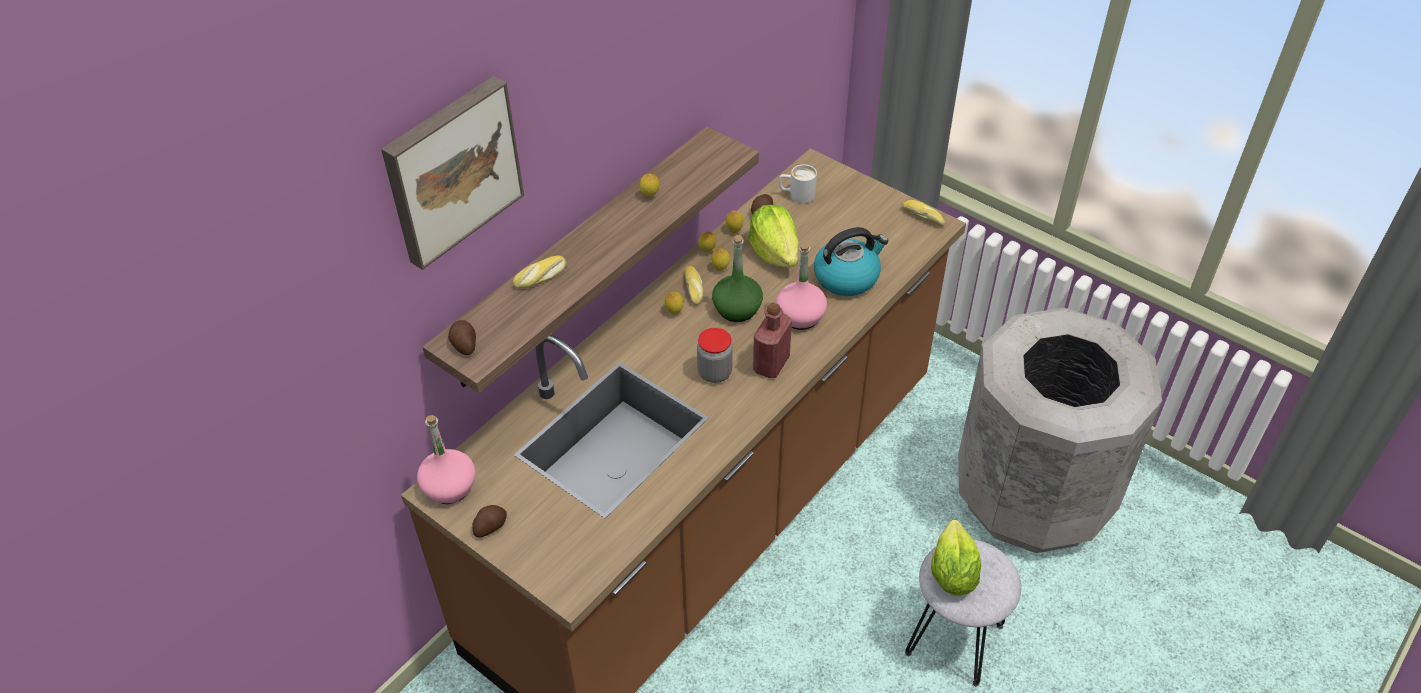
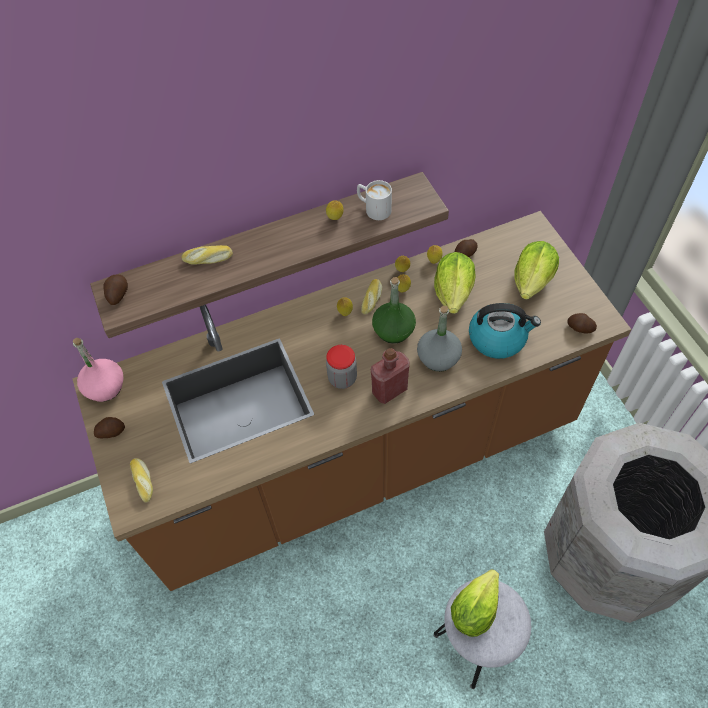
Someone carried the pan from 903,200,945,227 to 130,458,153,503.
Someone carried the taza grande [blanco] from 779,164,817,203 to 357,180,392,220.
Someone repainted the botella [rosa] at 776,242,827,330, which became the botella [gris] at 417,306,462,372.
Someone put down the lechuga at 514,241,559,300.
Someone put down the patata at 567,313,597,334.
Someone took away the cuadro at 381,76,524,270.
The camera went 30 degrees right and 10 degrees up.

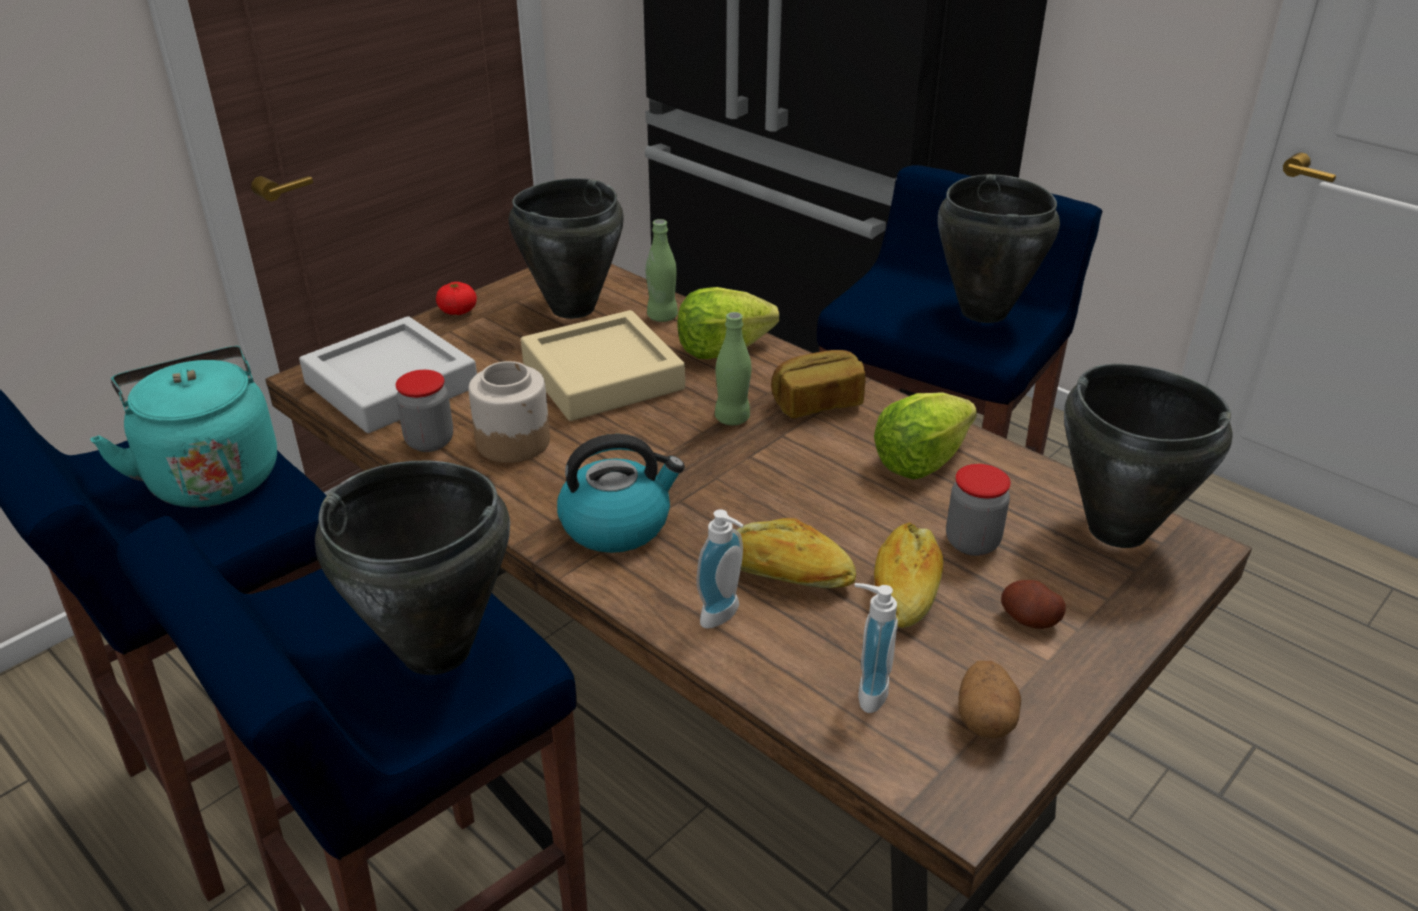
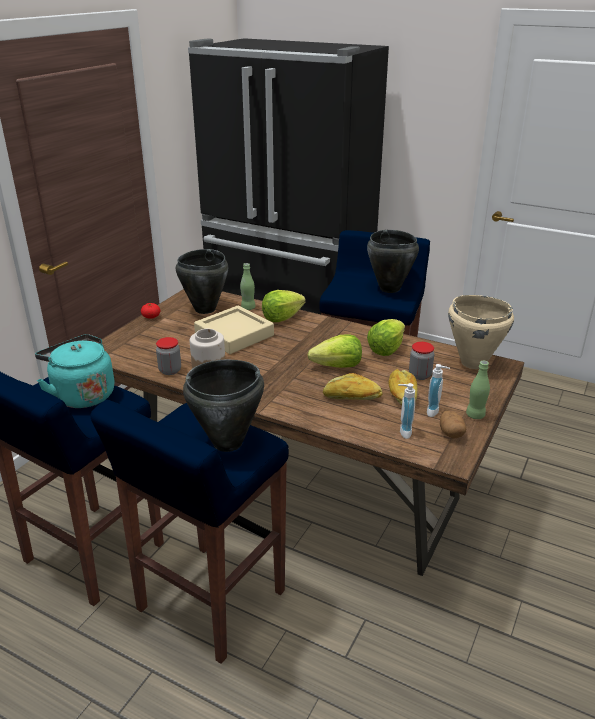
Someone put down the lechuga at 308,334,362,368.
Someone carried the dispensador de jabón from 696,509,743,629 to 427,364,450,417.
Someone repainted the olla [negro] at 1064,364,1233,548, which became the olla [beis] at 448,295,514,369.
Someone carried the botella [verde] from 715,312,751,425 to 466,361,490,419.
Someone took away the bandeja [gris] at 299,316,477,433.
Someone took away the hervidor at 557,434,685,553.
Someone took away the pan at 771,350,865,418.
Someone took away the patata at 1001,580,1066,629.
The camera went 15 degrees left and 5 degrees down.

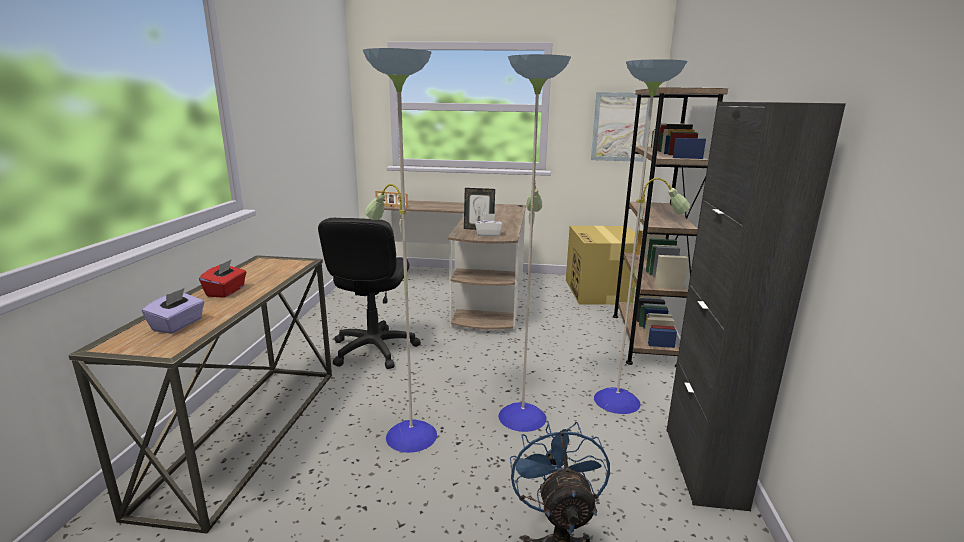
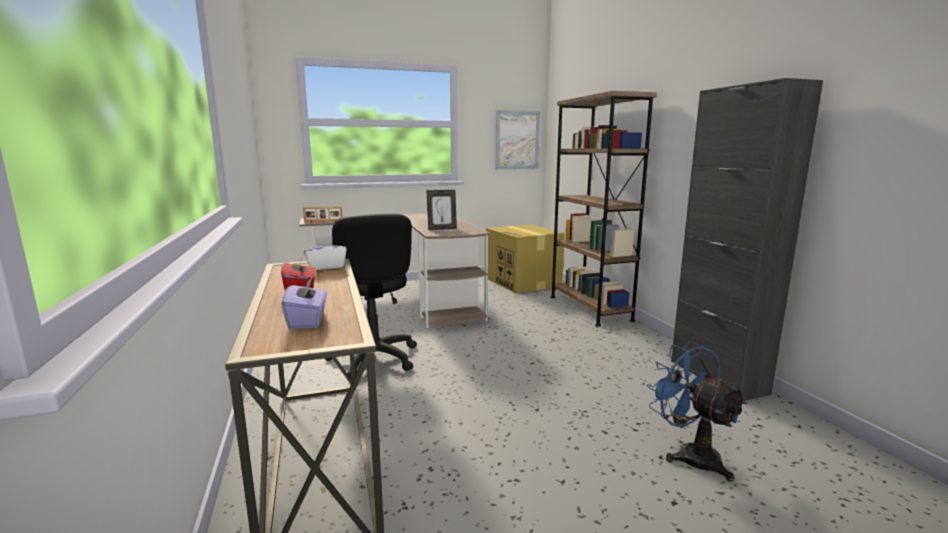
Someone carried the caja de pañuelos [blanco] from 475,213,503,236 to 304,236,347,270.
Someone took away the lámpara de pie at 363,48,690,453.
The camera went 25 degrees left and 5 degrees down.

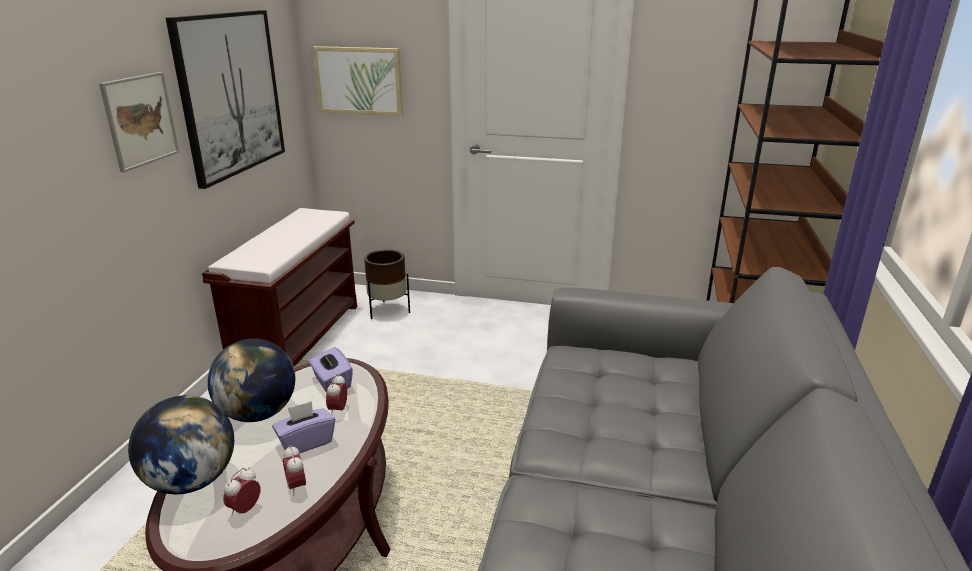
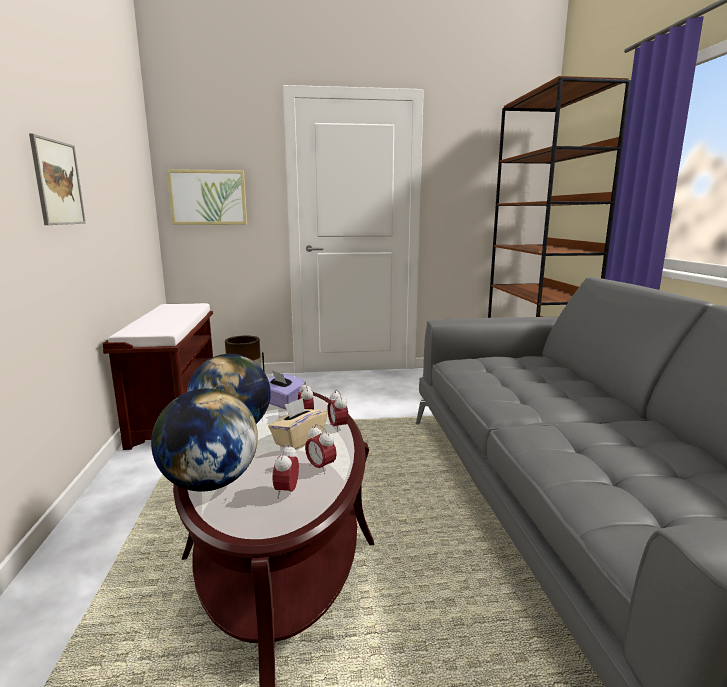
Someone repainted the caja de pañuelos [morado] at 272,401,335,454, which became the caja de pañuelos [beis] at 268,398,327,449.
Someone put down the despertador at 327,390,349,432.
Someone took away the cuadro at 166,10,285,189.
The camera went 20 degrees left and 10 degrees down.

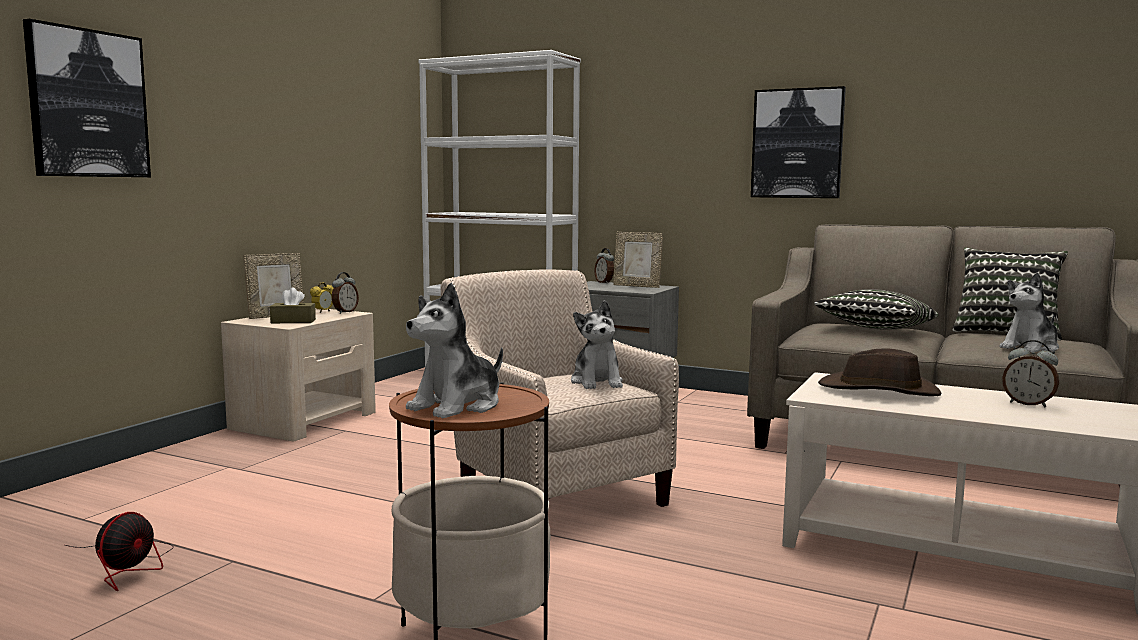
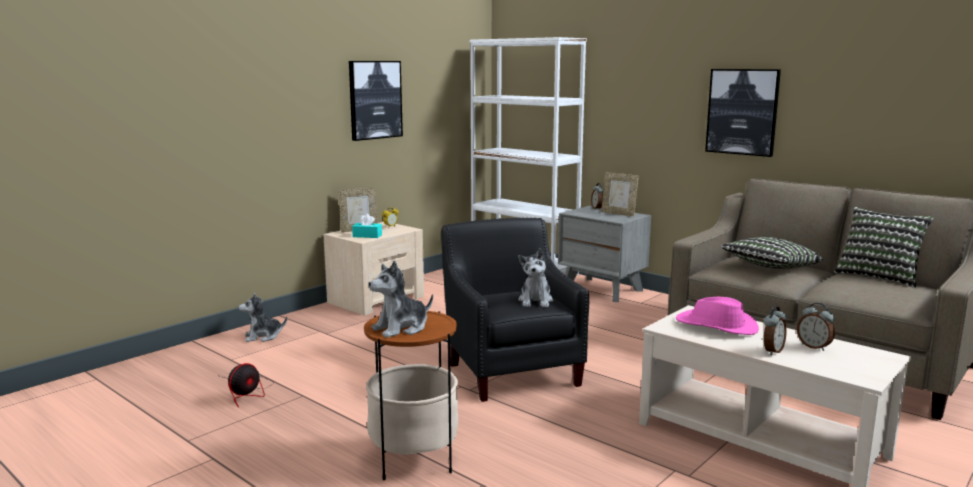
Someone carried the peluche from 999,272,1059,353 to 239,293,287,342.
Someone carried the cuadro from 23,19,151,177 to 349,61,403,141.
Someone repainted the caja de pañuelos [marrón] at 270,287,316,323, which became the caja de pañuelos [turquesa] at 352,214,382,238.
Someone repainted the sillón [beis] at 441,270,679,507, which became the sillón [negro] at 441,218,589,402.
Someone repainted the sombrero [marrón] at 818,349,941,396, which became the sombrero [rosa] at 676,297,759,335.
Someone carried the despertador from 332,272,359,314 to 764,306,787,355.
The camera went 15 degrees right and 5 degrees up.

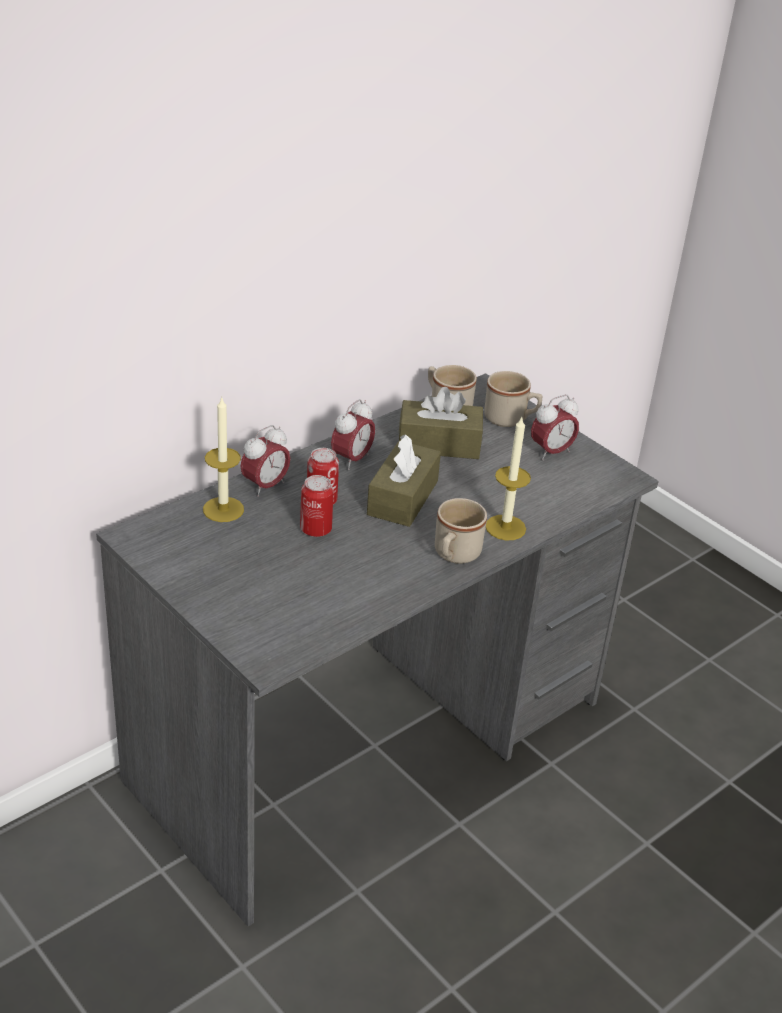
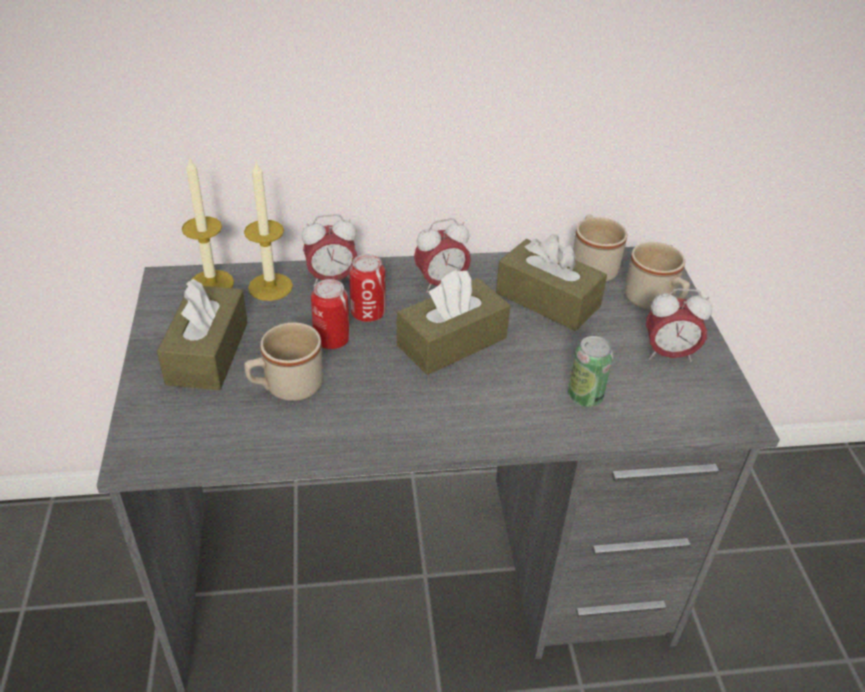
Someone put down the caja de pañuelos [marrón] at 157,279,248,390.
Someone carried the vela from 486,417,531,540 to 182,156,234,288.
Someone carried the taza grande [beis] from 435,498,487,564 to 245,323,323,401.
Someone put down the lata at 568,336,613,407.
The camera went 35 degrees right and 5 degrees up.

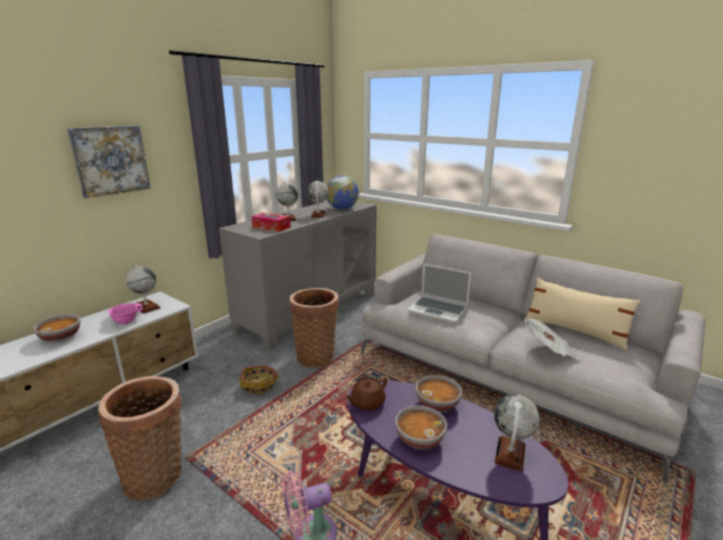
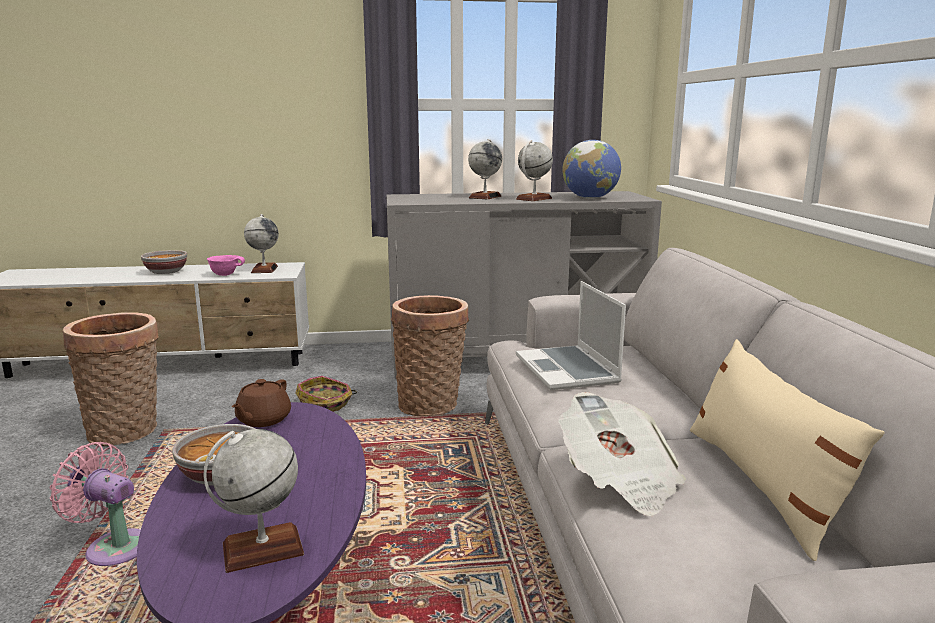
Someone rotated the tetera [marrón] at 345,378,387,411 by 75 degrees counterclockwise.
Someone took away the cuadro at 67,126,150,198.
Someone took away the caja de pañuelos at 251,213,291,232.
Someone took away the cuenco at 416,375,462,412.
The camera went 45 degrees right and 5 degrees down.

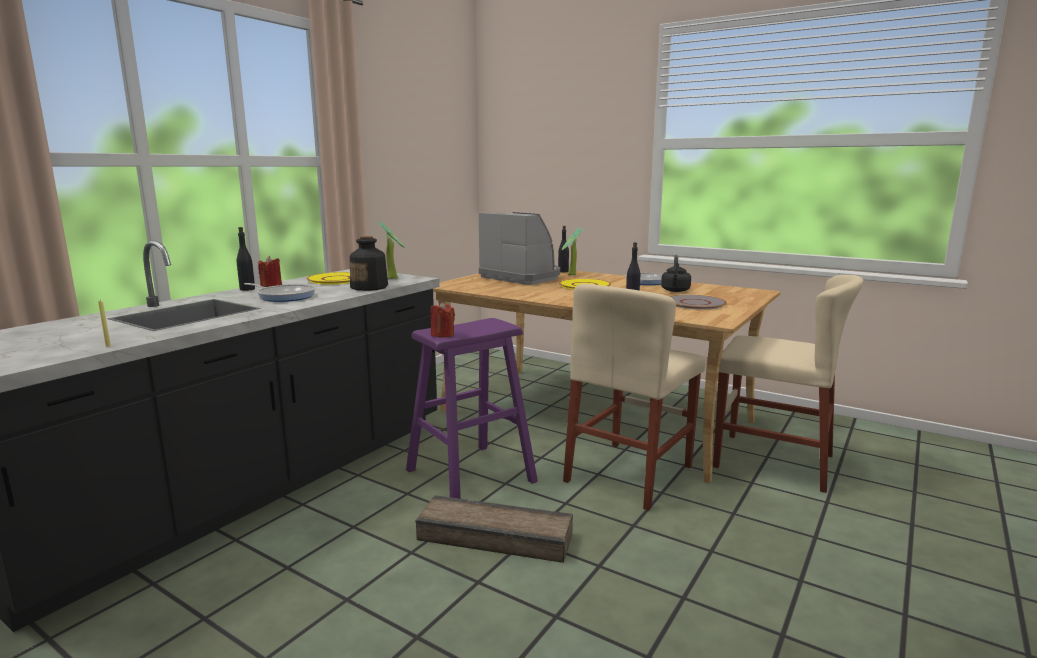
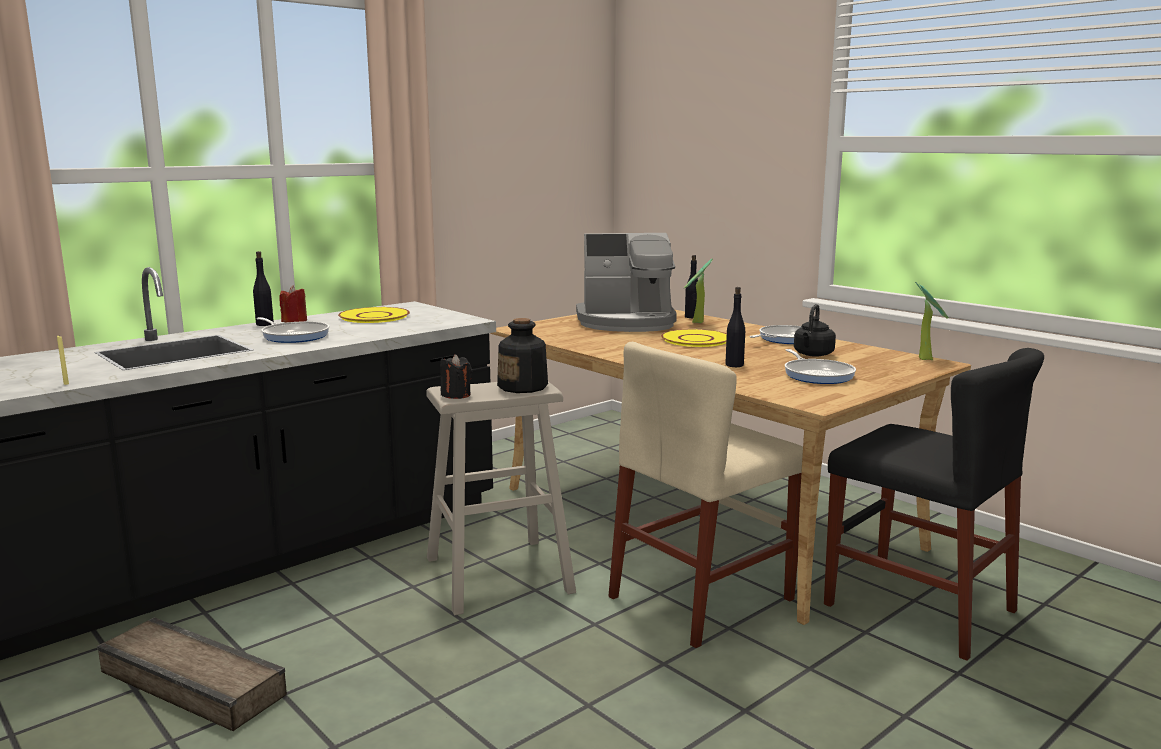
Someone carried the caja de embalaje from 415,495,573,563 to 97,617,287,731.
Someone repainted the taburete [morado] at 406,318,538,499, which became the taburete [beis] at 426,382,576,615.
Someone repainted the vela [rojo] at 431,302,455,338, which became the vela [negro] at 440,354,472,399.
Someone carried the botella from 350,236,388,291 to 497,318,548,393.
Someone rotated the cafetera at 479,212,560,285 by 120 degrees clockwise.
Someone swapped the plato [gris] at 670,295,727,310 for the sartén at 785,349,856,384.
Someone repainted the silla [beis] at 713,275,864,493, which became the silla [negro] at 824,348,1044,661.
Someone carried the planta en maceta from 378,221,405,279 to 915,282,949,360.
The camera went 15 degrees right and 0 degrees up.

